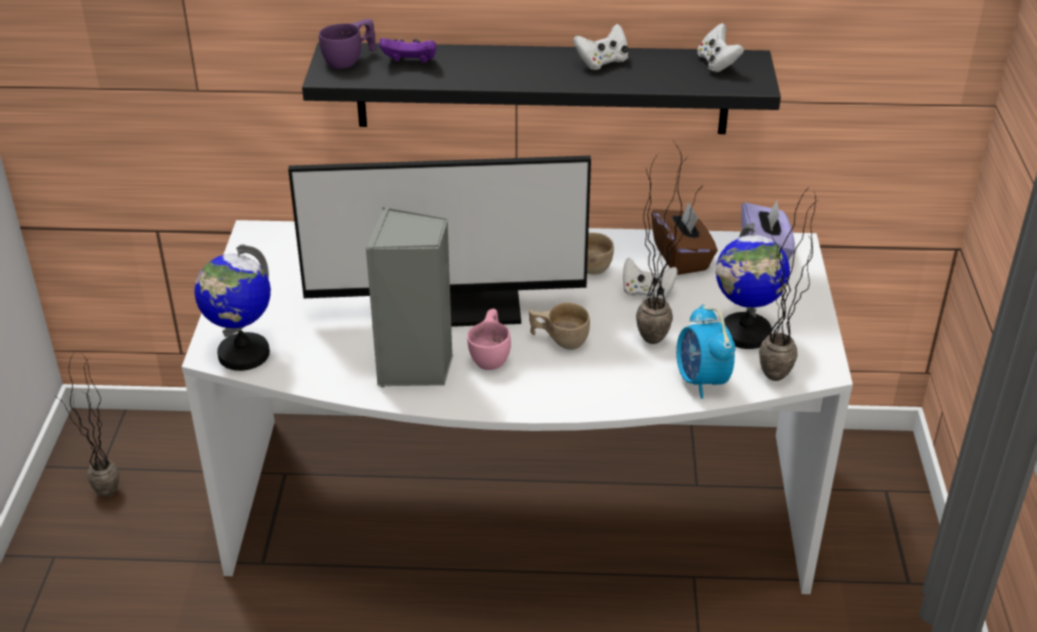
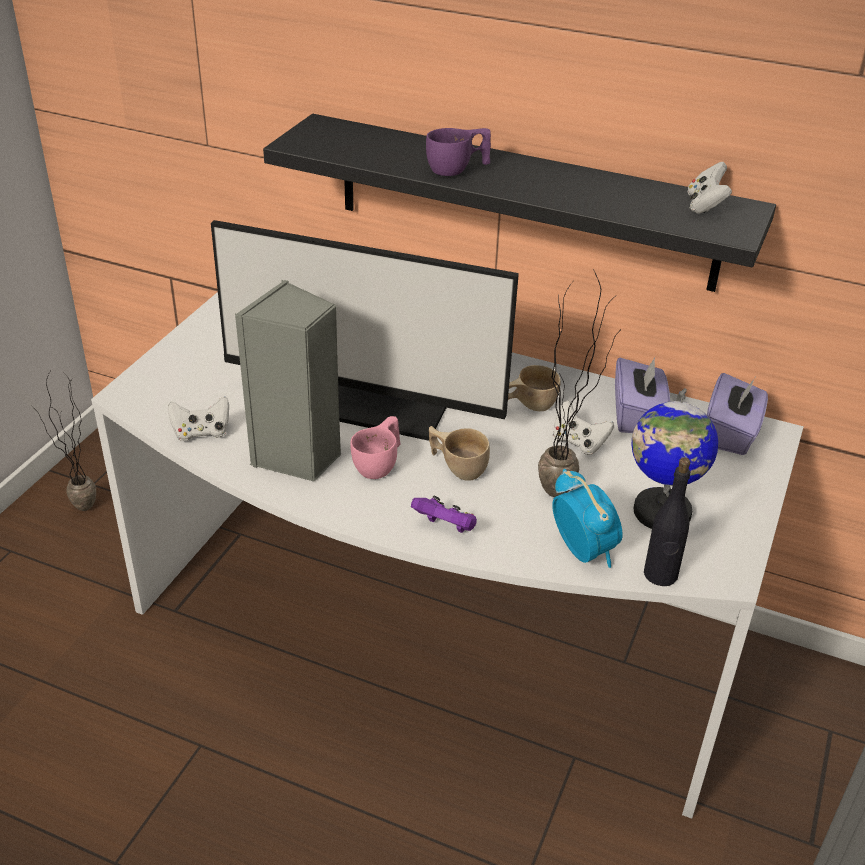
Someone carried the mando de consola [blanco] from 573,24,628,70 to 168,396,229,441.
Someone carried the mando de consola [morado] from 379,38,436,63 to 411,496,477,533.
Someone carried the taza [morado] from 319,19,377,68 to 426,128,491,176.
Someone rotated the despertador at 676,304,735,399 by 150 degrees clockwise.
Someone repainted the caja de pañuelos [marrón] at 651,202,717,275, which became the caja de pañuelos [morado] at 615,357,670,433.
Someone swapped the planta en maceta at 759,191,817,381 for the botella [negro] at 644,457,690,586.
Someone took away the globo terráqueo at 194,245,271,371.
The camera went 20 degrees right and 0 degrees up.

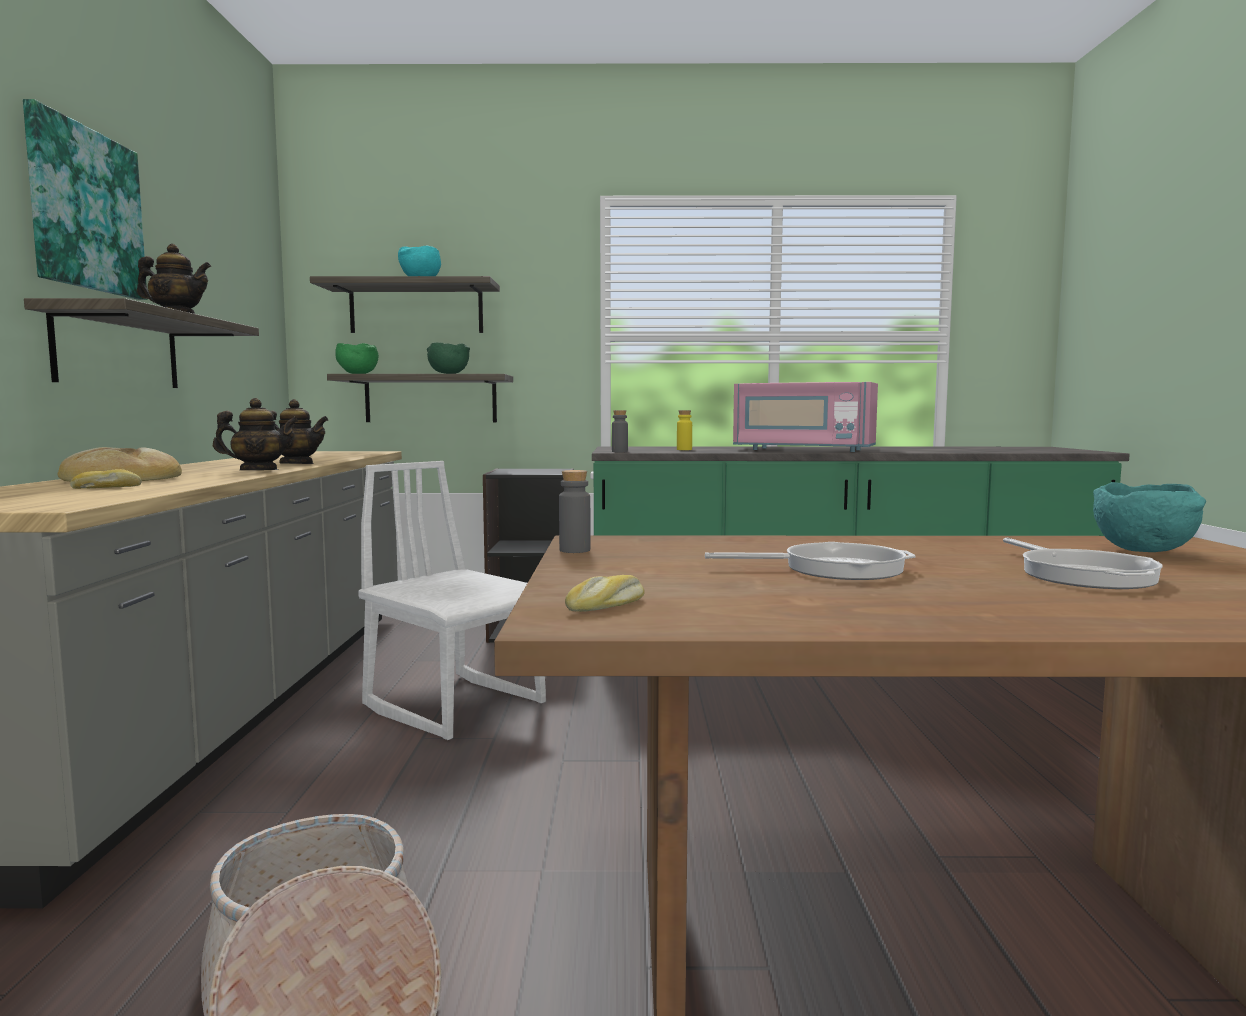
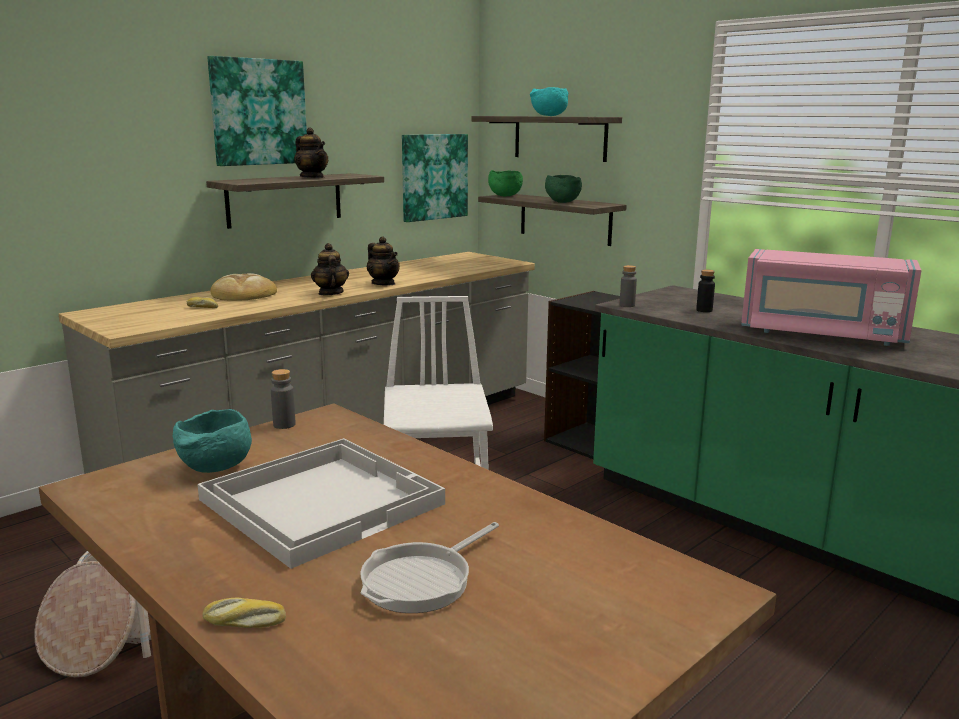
Someone carried the cuenco [turquesa] from 1093,482,1206,552 to 173,409,252,473.
Someone swapped the sartén at 705,542,916,580 for the bandeja [blanco] at 197,438,445,569.
Someone carried the pan from 565,575,645,612 to 203,598,286,628.
Someone rotated the tetera at 213,398,298,470 by 135 degrees counterclockwise.
Someone put up the cuadro at 402,134,468,222.
Someone repainted the botella [amarillo] at 677,410,692,450, which became the botella [negro] at 696,269,715,312.
Someone rotated the microondas [rosa] at 733,382,878,452 by 45 degrees counterclockwise.
The camera went 45 degrees right and 10 degrees up.

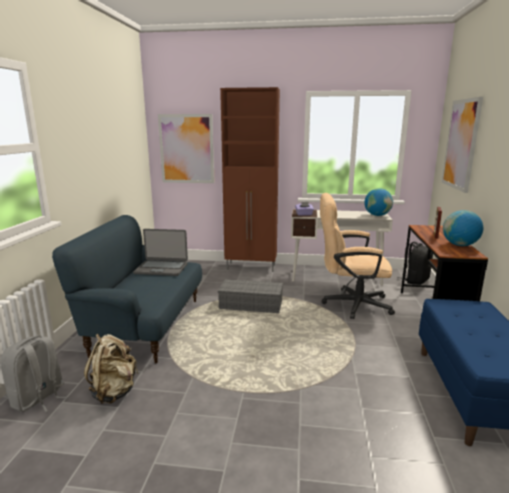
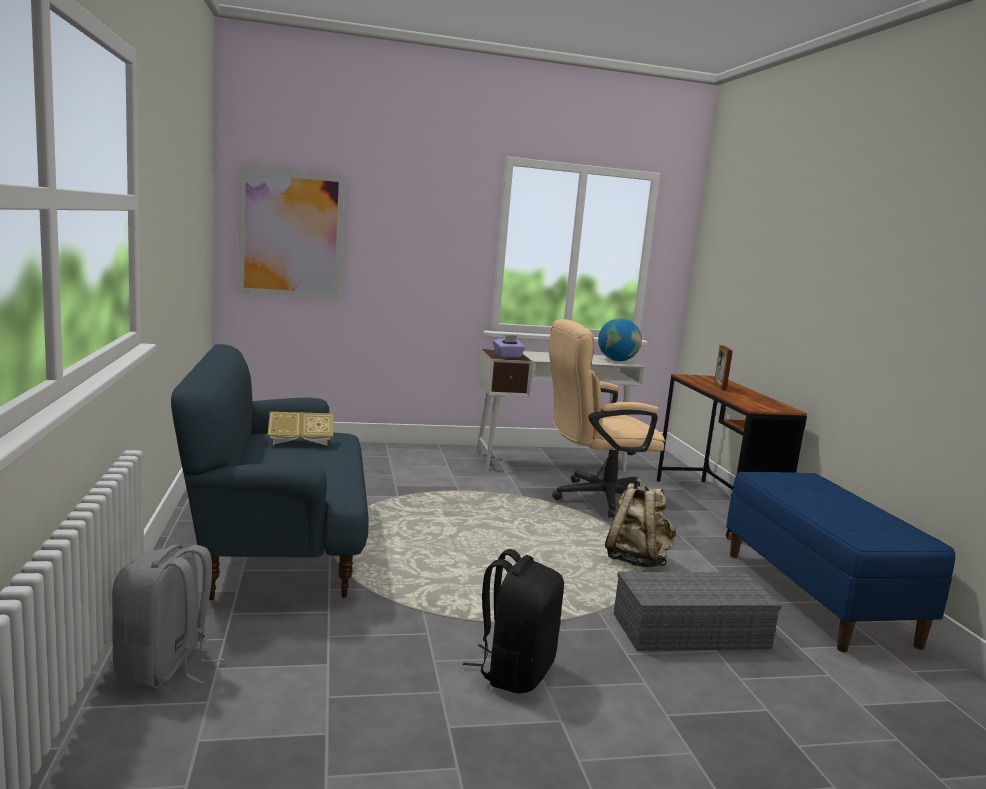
Someone swapped the portátil at 133,229,188,276 for the libro at 267,412,333,446.
Someone carried the mochila [negro] from 398,242,433,285 to 463,549,564,693.
Someone carried the mochila [beis] from 84,334,138,404 to 605,479,676,567.
Someone carried the caja de almacenaje [gris] from 218,279,283,313 to 614,572,782,651.
Someone took away the armario [marrón] at 220,87,280,272.
Someone took away the cuadro at 441,97,483,193.
Someone took away the globo terráqueo at 443,210,483,246.
The camera went 20 degrees left and 5 degrees down.

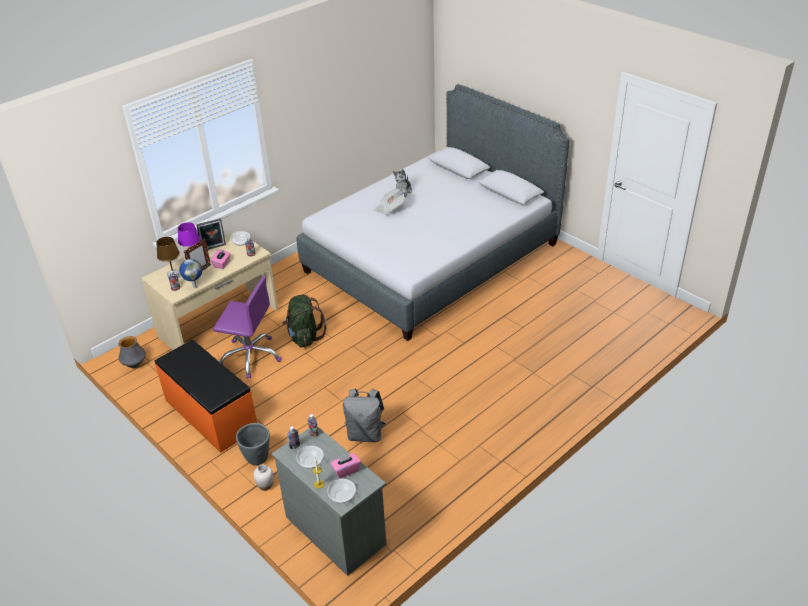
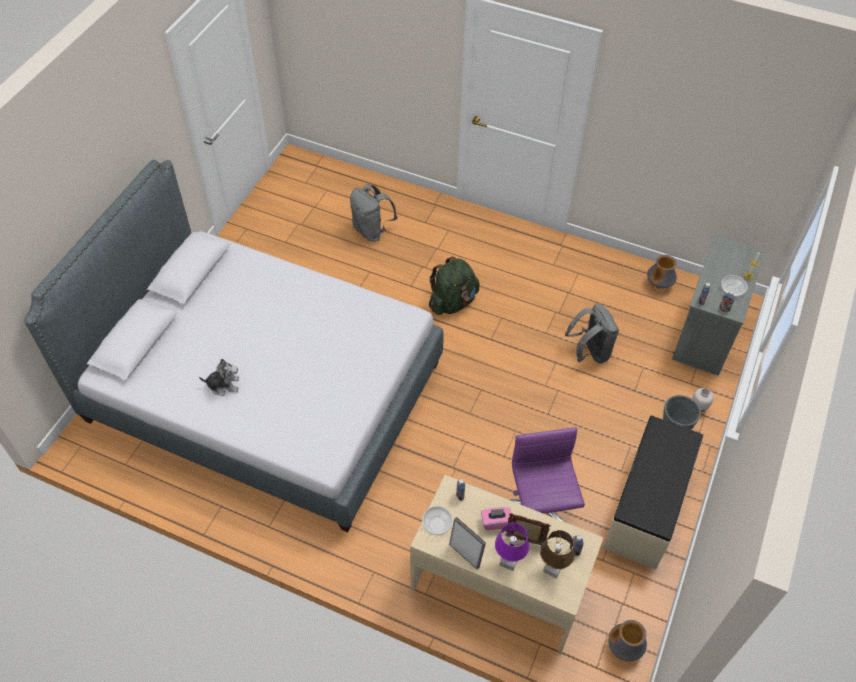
Someone put down the mochila [gris] at 350,184,398,242.
Someone carried the mochila [verde] from 282,295,327,347 to 429,256,480,315.
Someone repainted the banco [naranja] at 155,340,257,453, which became the banco [beis] at 603,416,703,569.
Someone put down the florero at 647,255,677,288.
Someone took away the globo terráqueo at 179,259,202,288.
Someone took away the cuenco at 327,479,356,503.
Someone took away the caja de pañuelos [rosa] at 331,453,361,478.
Someone took away the periódico at 375,188,405,215.
The camera went 115 degrees left and 15 degrees up.

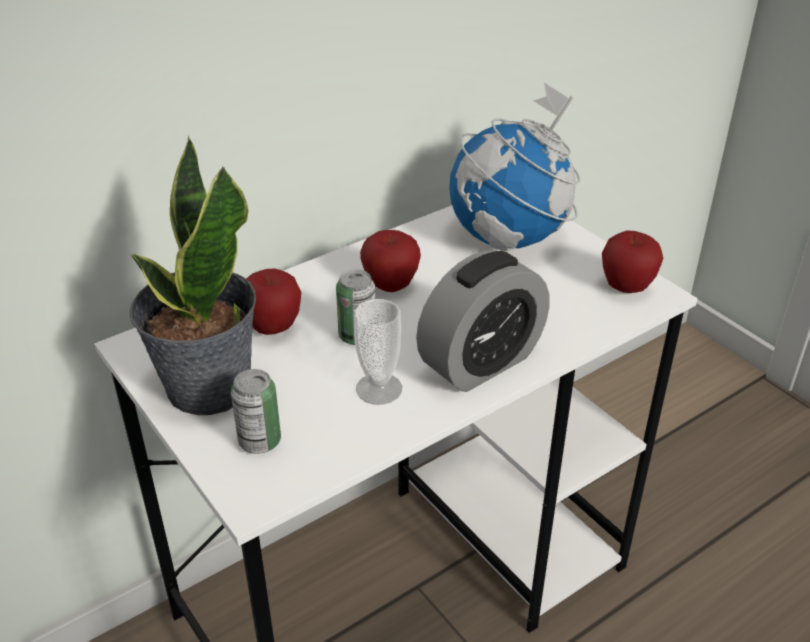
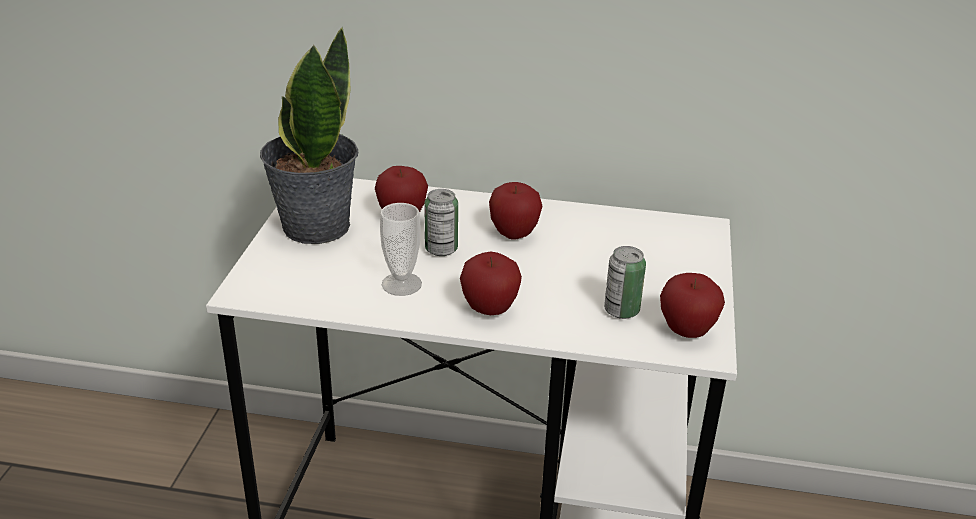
Someone swapped the despertador at 416,251,549,392 for the manzana at 460,251,522,315.
Someone carried the lata from 231,369,281,454 to 604,246,646,319.
Someone took away the globo terráqueo at 449,83,581,251.
The camera went 45 degrees right and 5 degrees down.

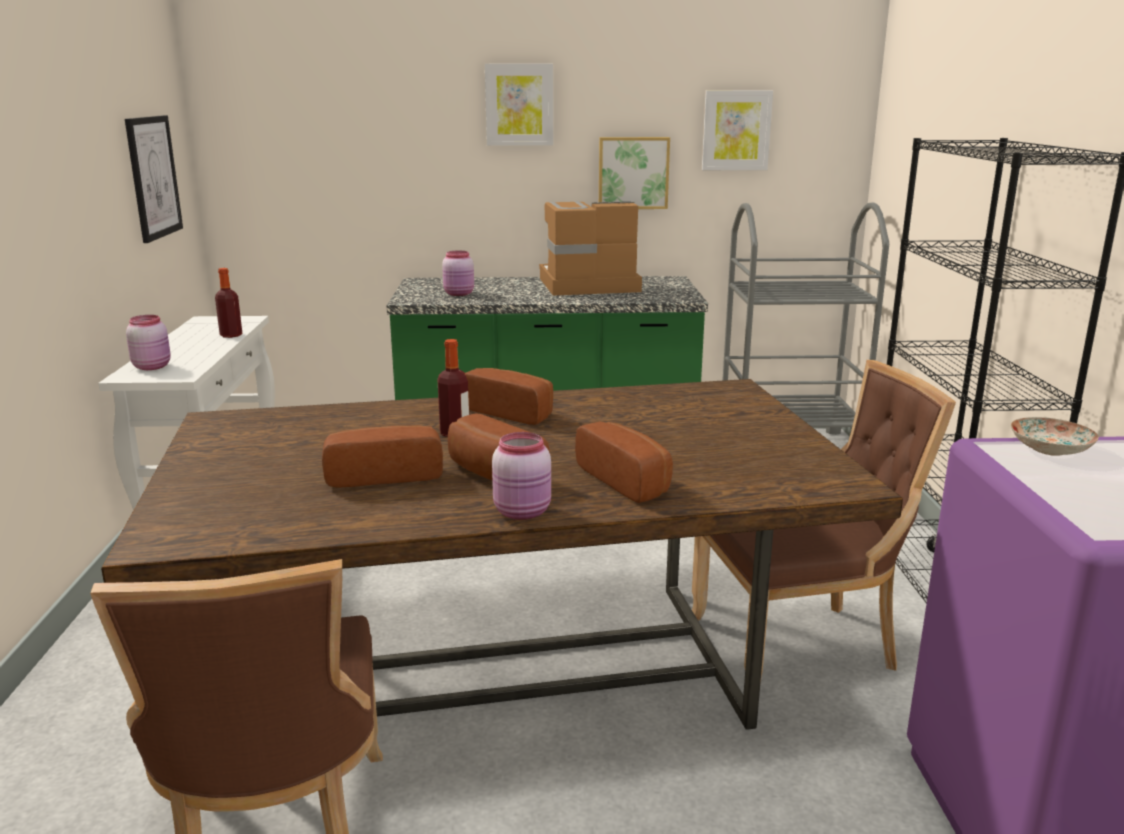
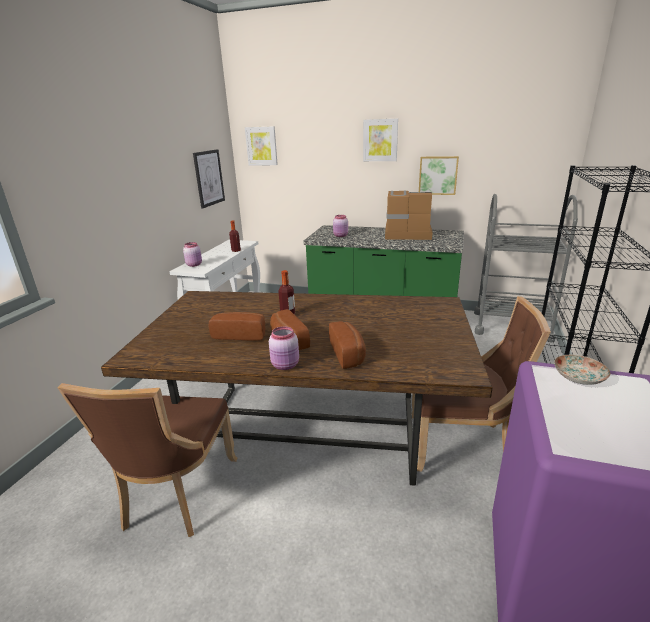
Someone carried the cuadro from 702,91,773,170 to 245,126,278,165.
Someone took away the pan at 465,368,553,425.
The camera went 20 degrees right and 5 degrees up.

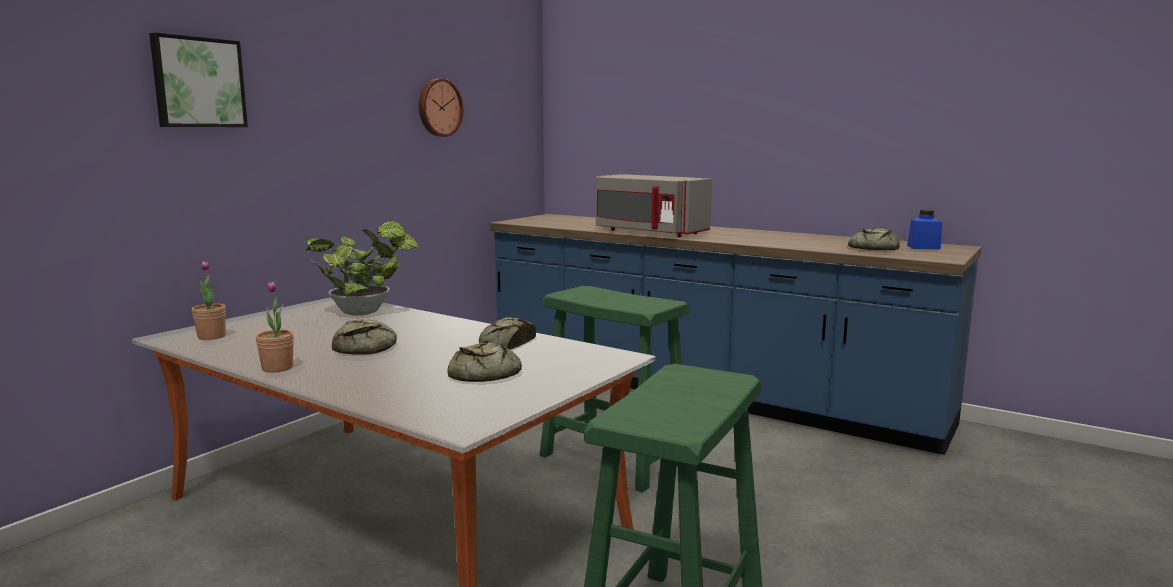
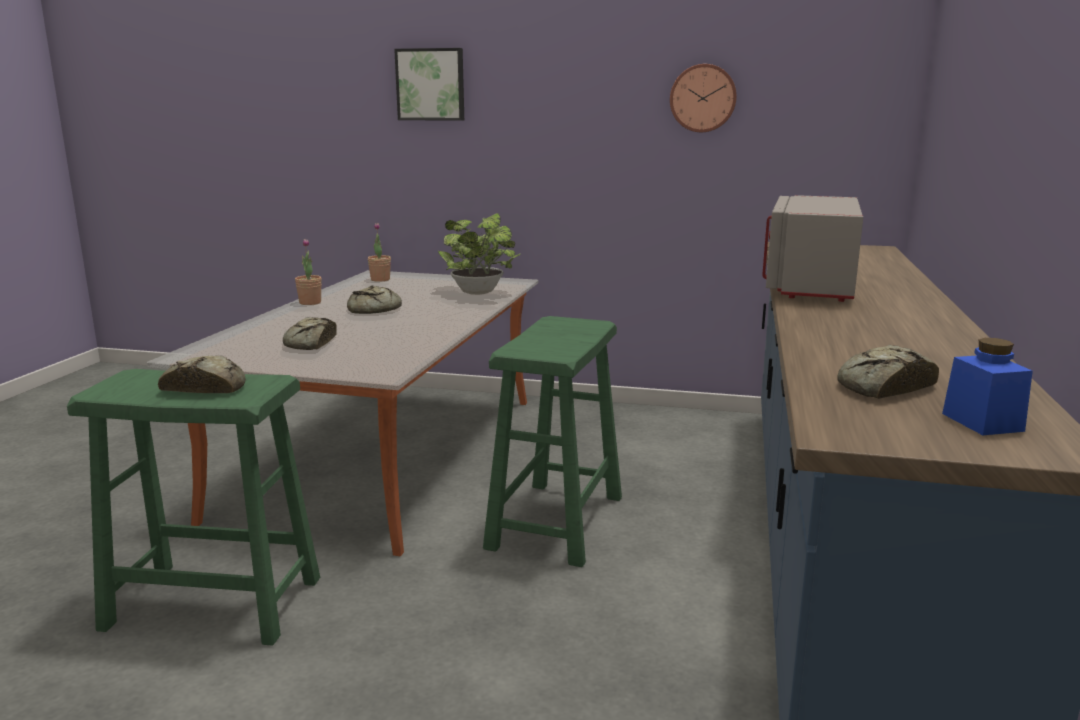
Someone carried the pan from 479,317,536,350 to 158,356,246,393.
The camera went 70 degrees right and 5 degrees up.

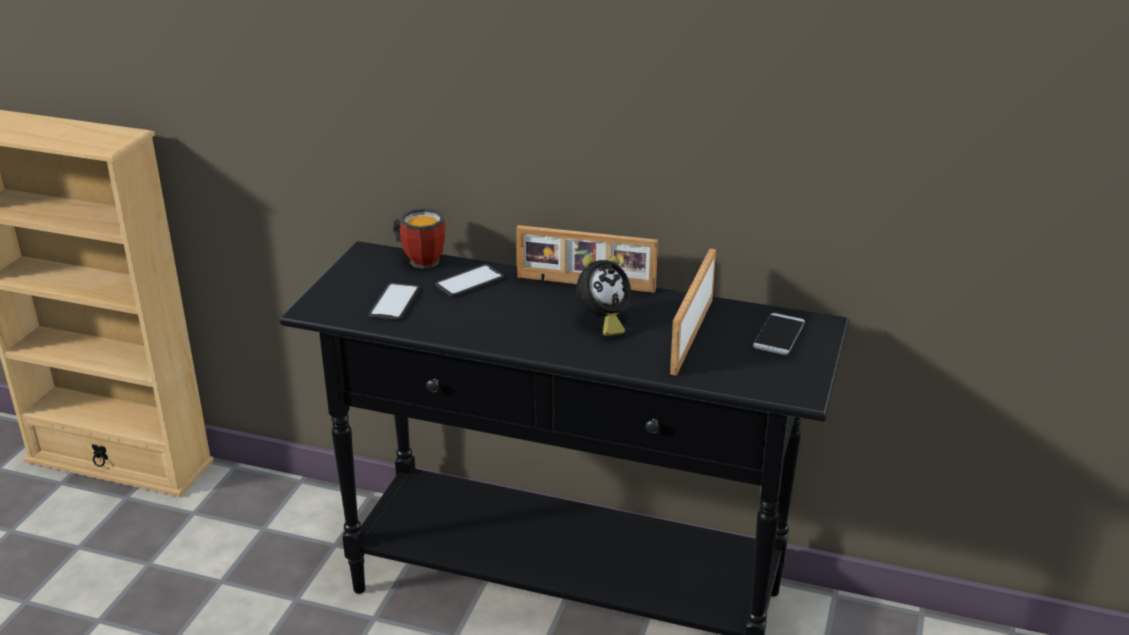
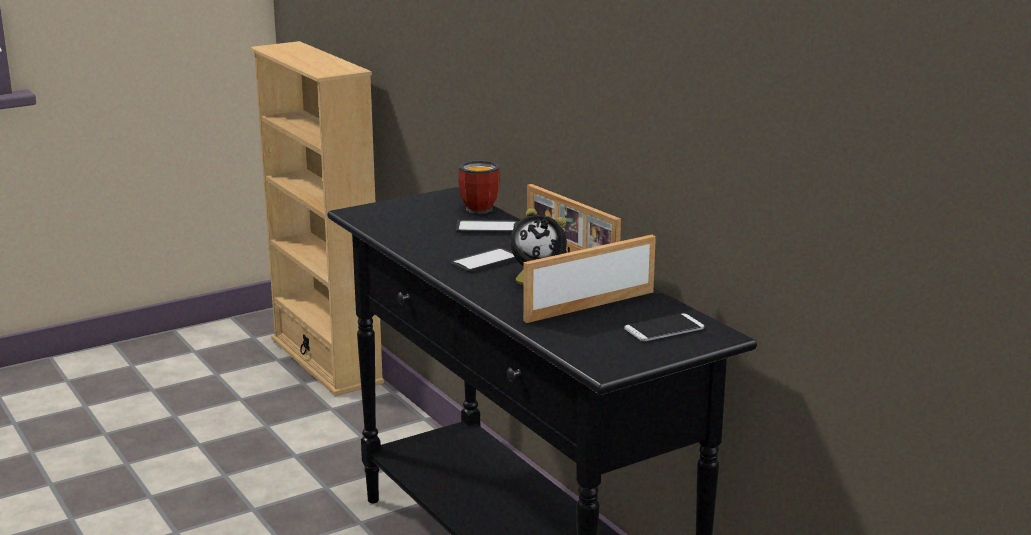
Someone carried the móvil from 369,283,420,320 to 451,248,516,272.
The camera went 40 degrees right and 10 degrees down.

